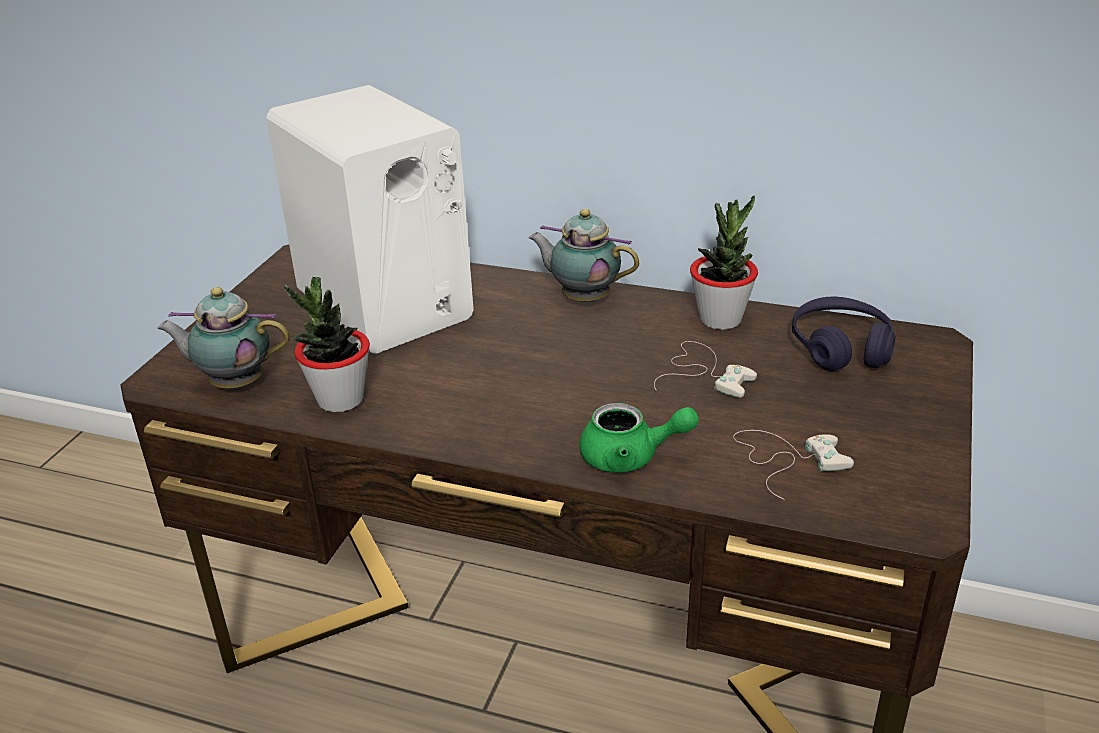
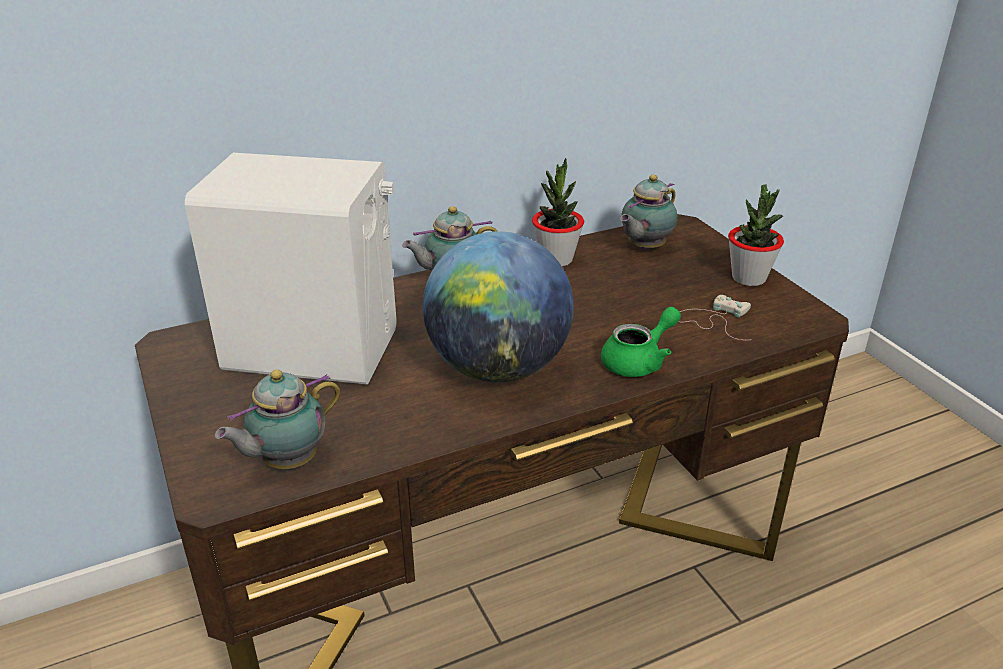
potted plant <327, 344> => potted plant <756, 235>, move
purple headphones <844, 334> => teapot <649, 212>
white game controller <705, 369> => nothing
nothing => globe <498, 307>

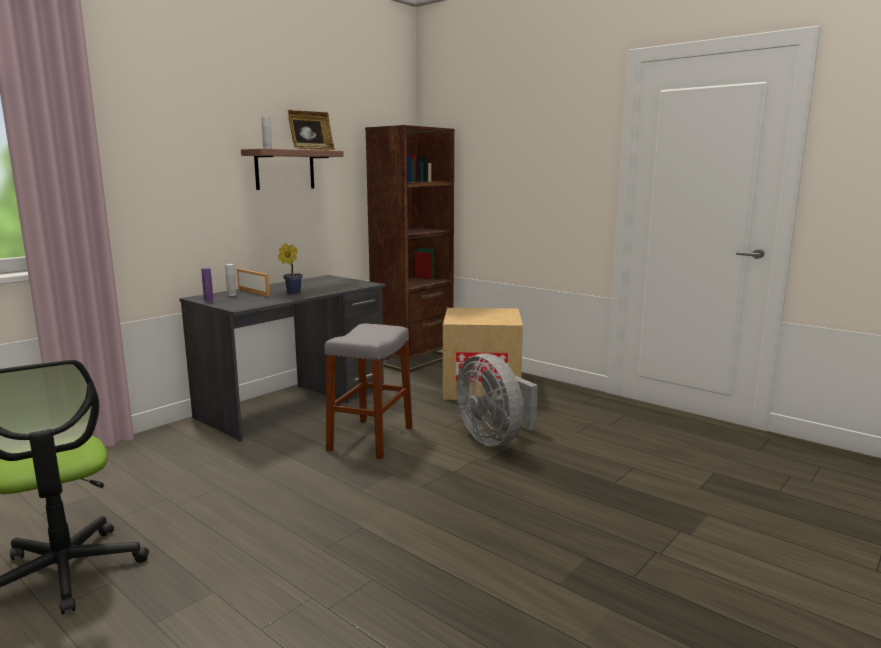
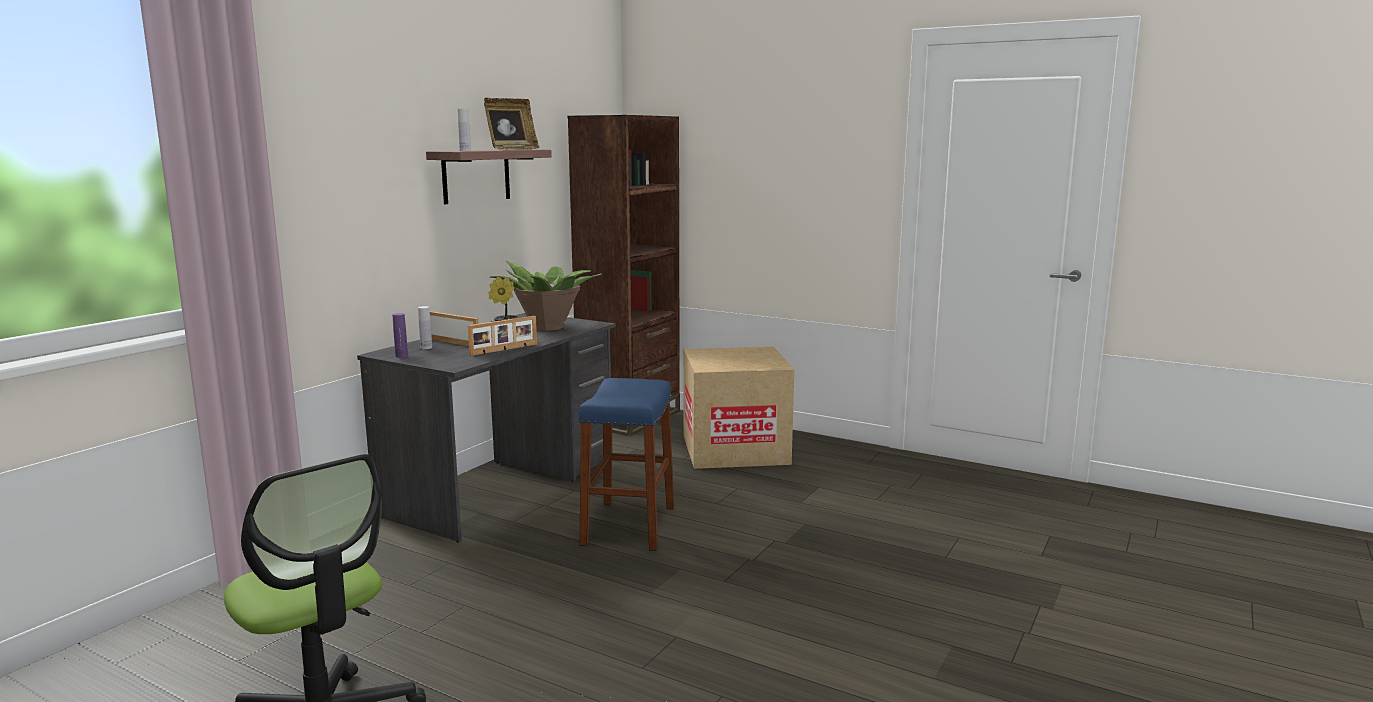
grey stool <369, 391> => blue stool <626, 464>
grey fan <497, 400> => nothing
nothing => potted plant <546, 296>
nothing => picture frame <502, 336>

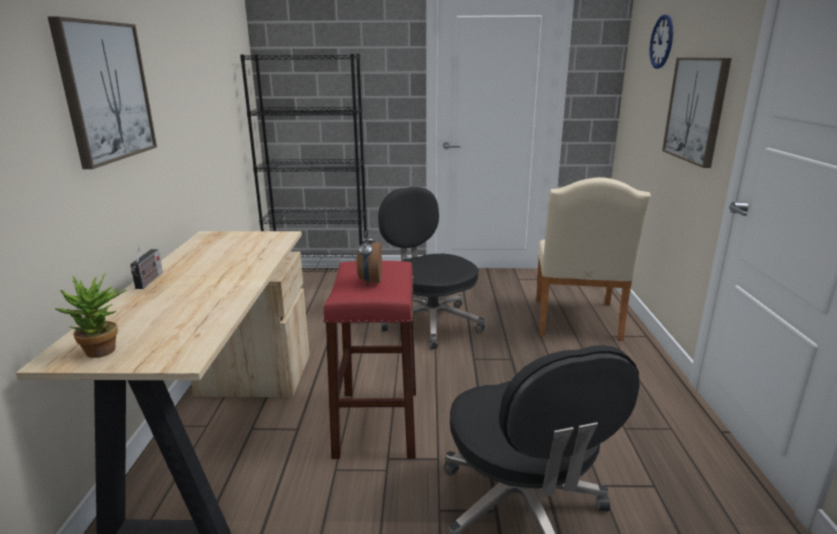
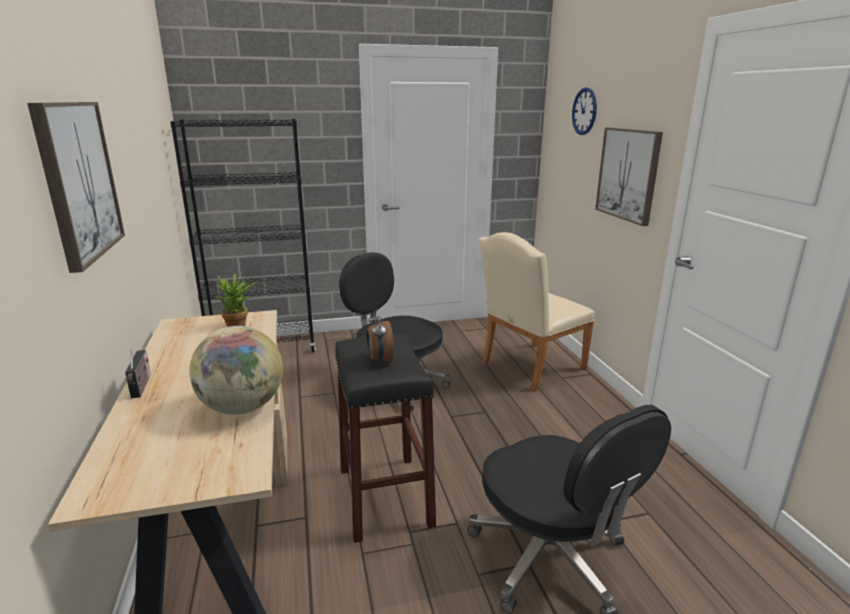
beige chair <593, 259> => beige chair <537, 312>, 60 degrees clockwise
red stool <369, 360> => black stool <385, 438>
potted plant <90, 315> => potted plant <235, 300>, move
nothing => globe <236, 370>

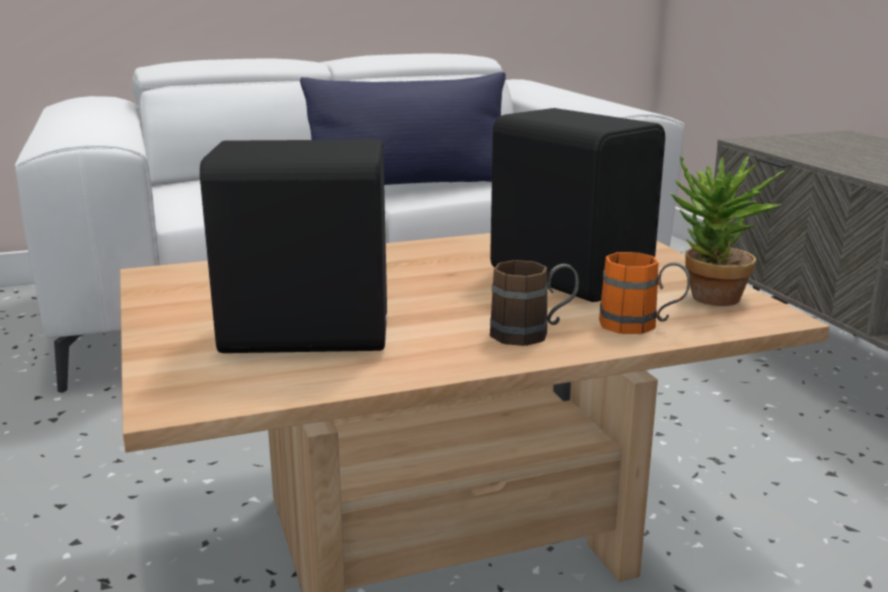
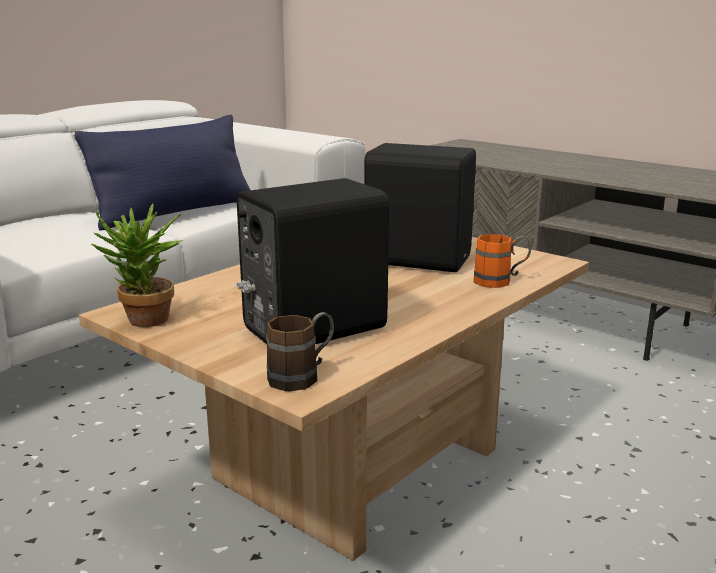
potted plant <727, 231> => potted plant <137, 265>, move
brown mug <534, 303> => brown mug <300, 352>, move

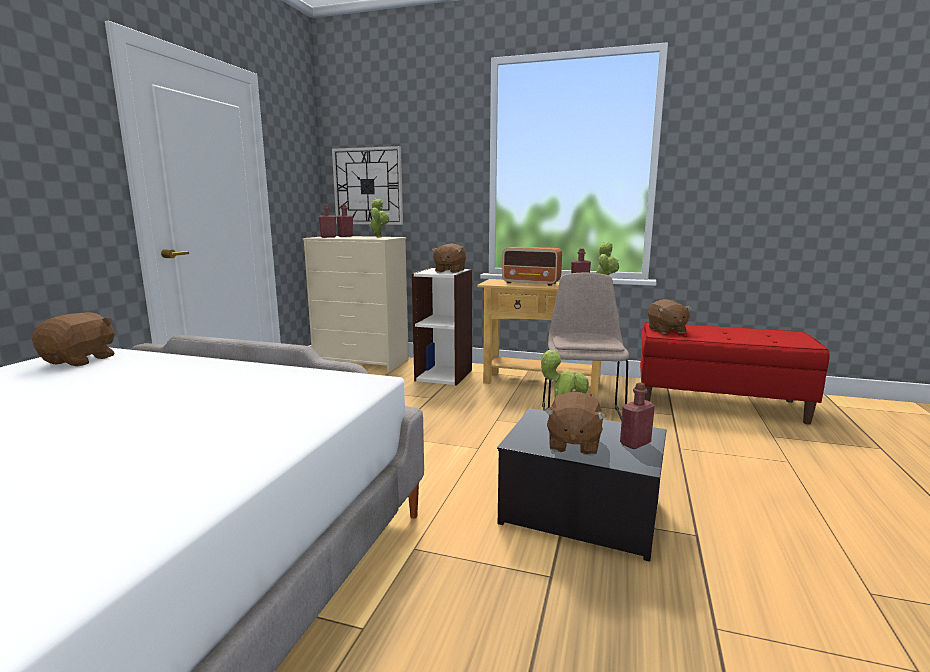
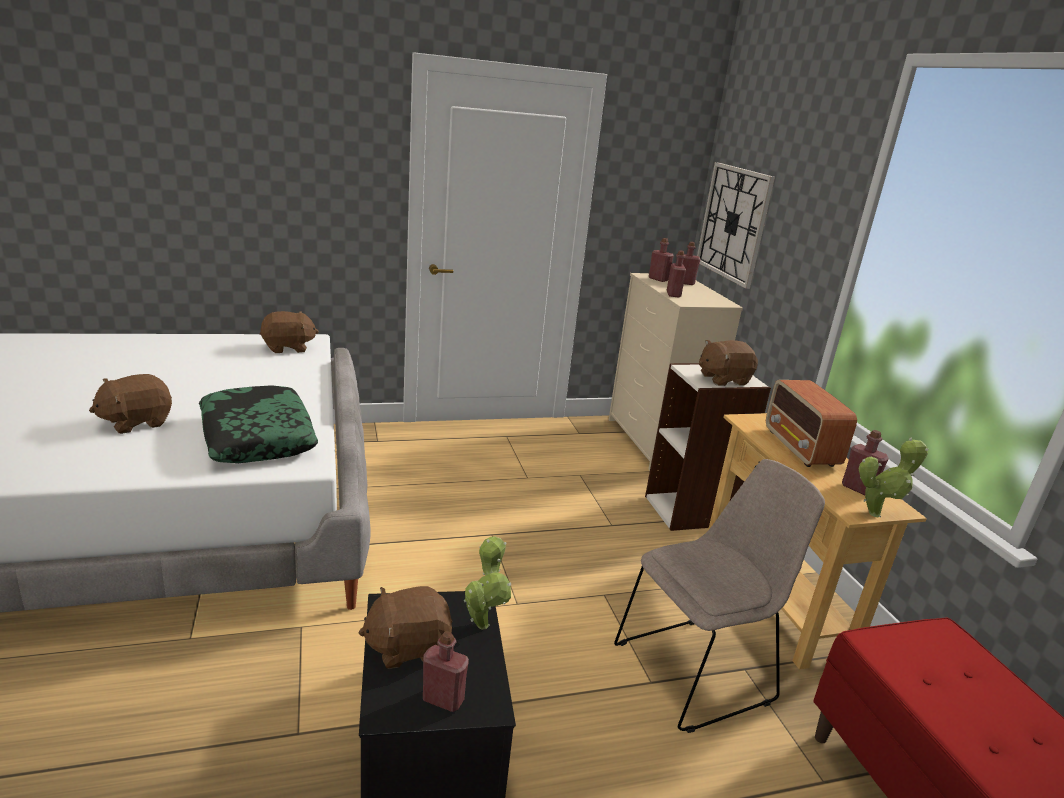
potted plant <379, 217> => nothing
brown plush toy <670, 316> => brown plush toy <130, 404>, move
nothing => red bottle <676, 274>
nothing => pillow <258, 424>

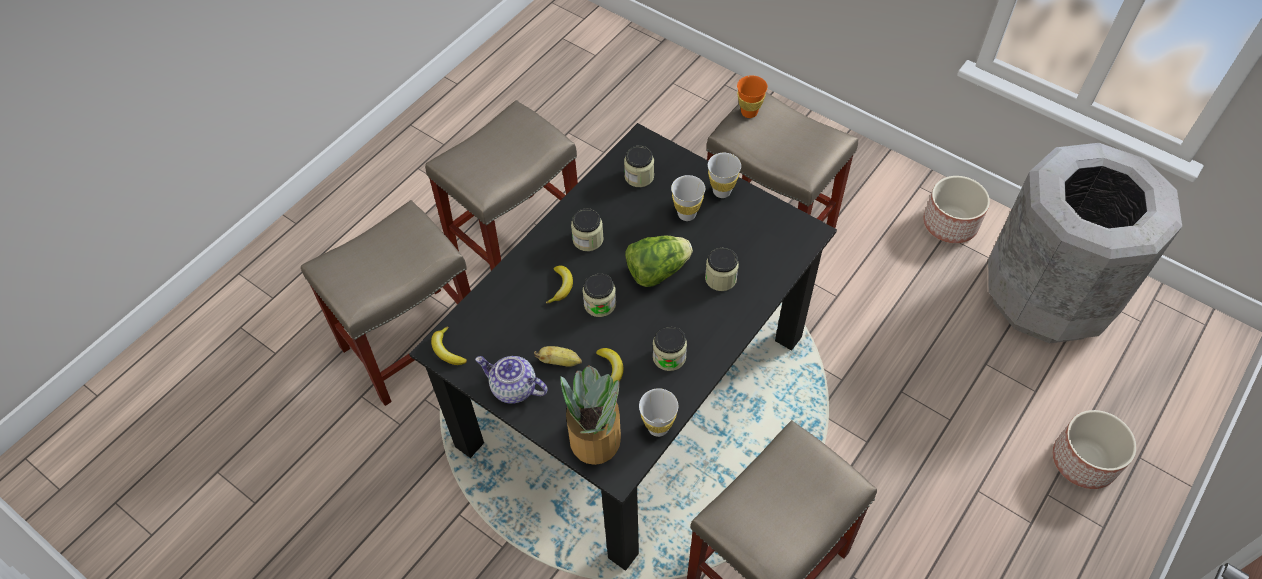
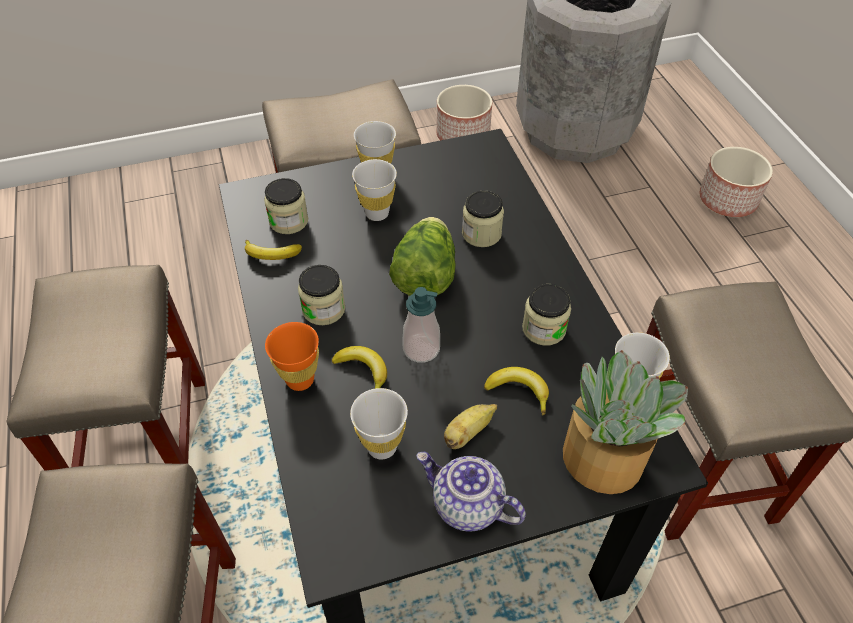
orange cup <752, 96> => orange cup <292, 356>, move
jar <599, 295> => soap dispenser <421, 325>
banana <449, 345> => banana <273, 250>, move
teapot <511, 380> => teapot <471, 492>, 60 degrees clockwise
nothing => white cup <379, 424>

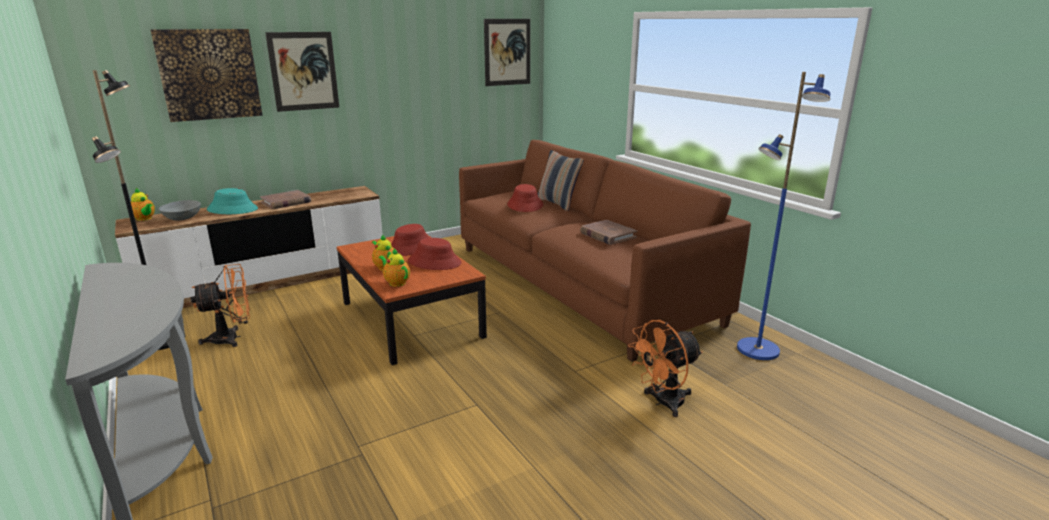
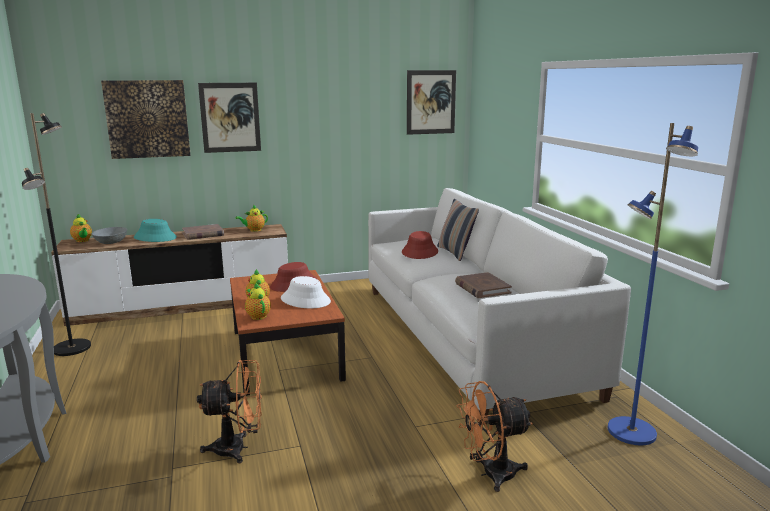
brown sofa <605, 251> => white sofa <499, 306>
red hat <435, 254> => white hat <306, 292>
orange fan <220, 305> => orange fan <229, 411>, move
nothing => teapot <251, 218>

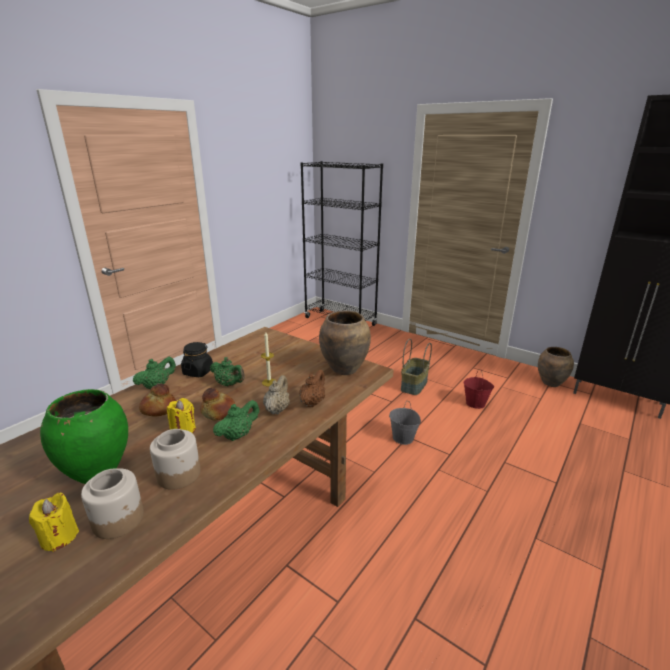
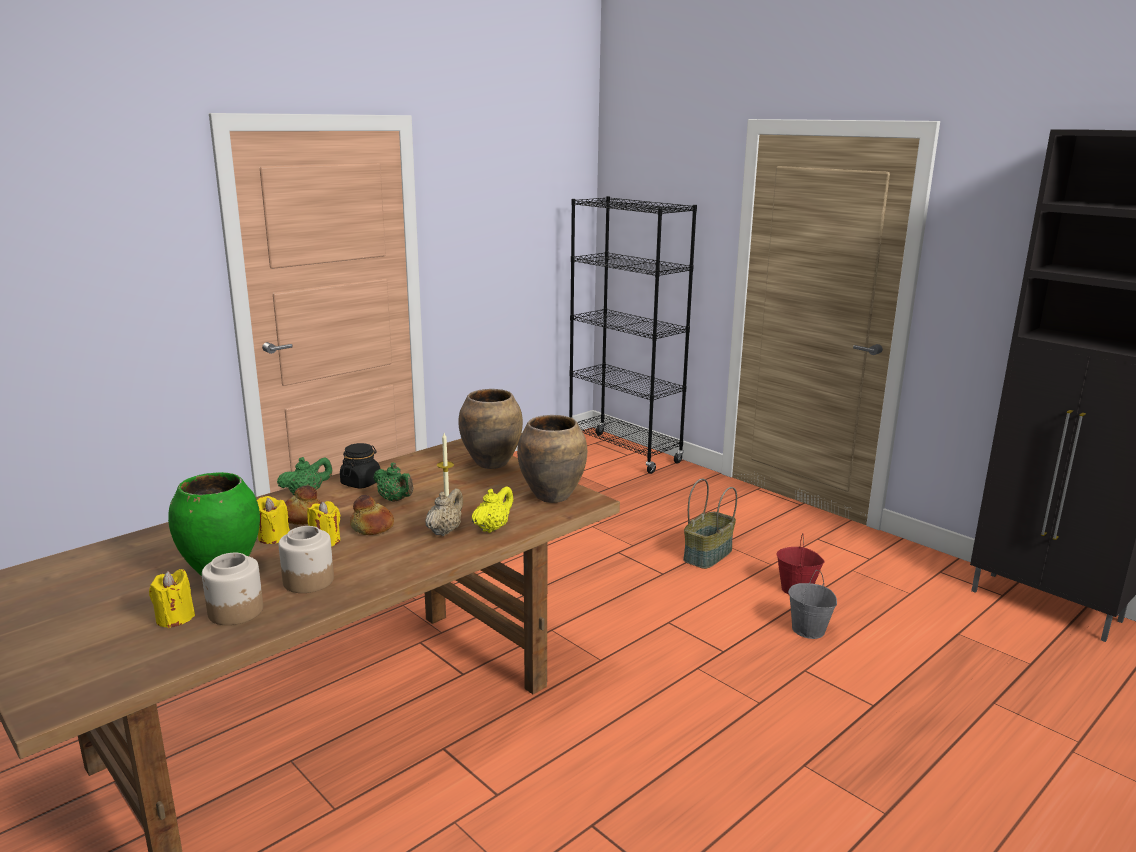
brown vase <556, 367> => brown vase <490, 429>, move
brown teapot <312, 388> => yellow teapot <492, 509>
green teapot <236, 420> => nothing
grey bucket <405, 423> => grey bucket <812, 604>, move
nothing => yellow candle <273, 520>

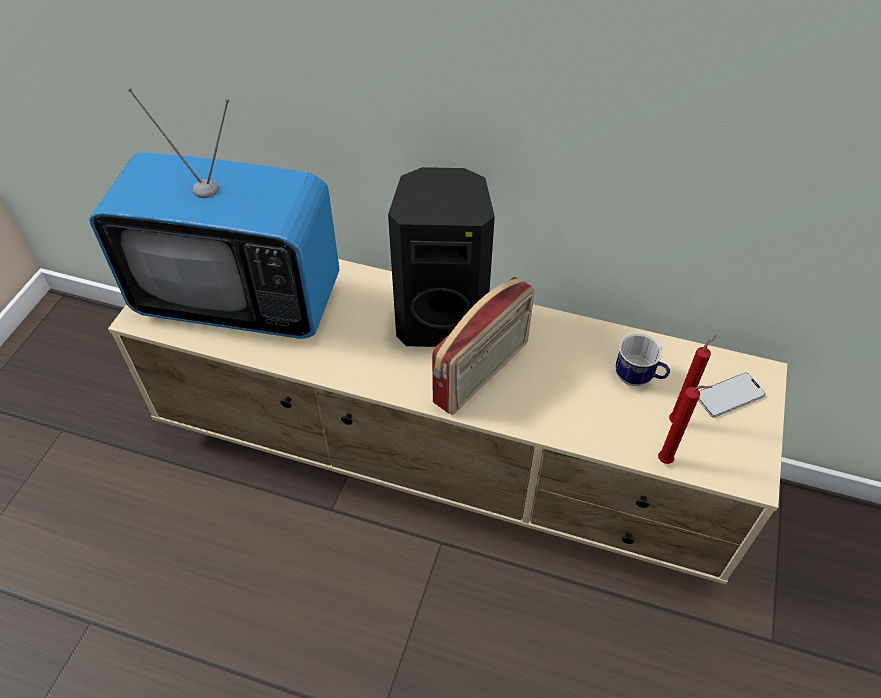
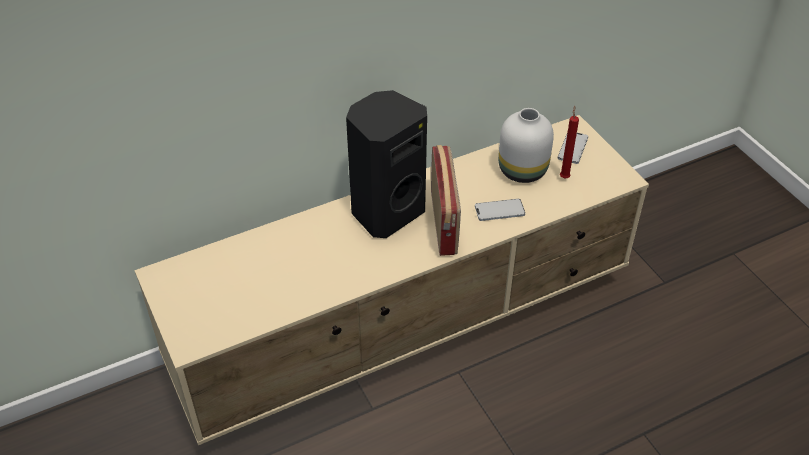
television <214, 213> => nothing
mug <642, 359> => white vase <526, 145>
red candle <685, 424> => nothing
nothing => phone <500, 210>

